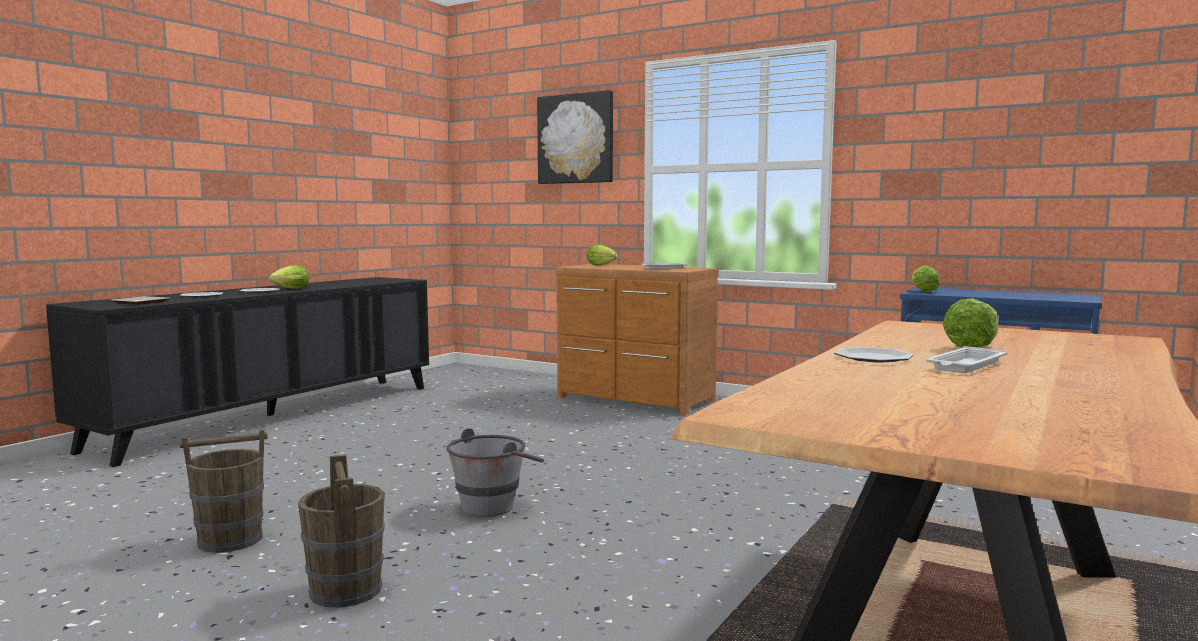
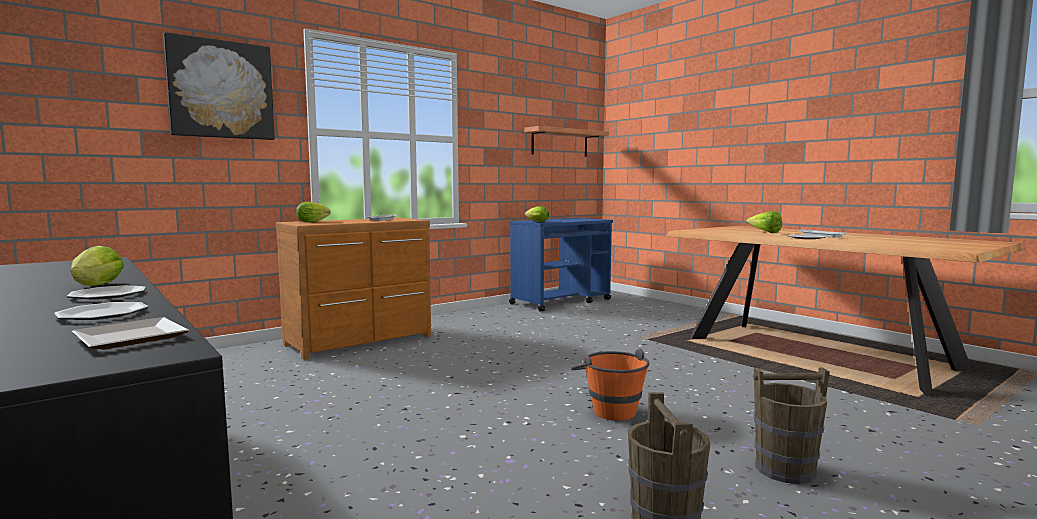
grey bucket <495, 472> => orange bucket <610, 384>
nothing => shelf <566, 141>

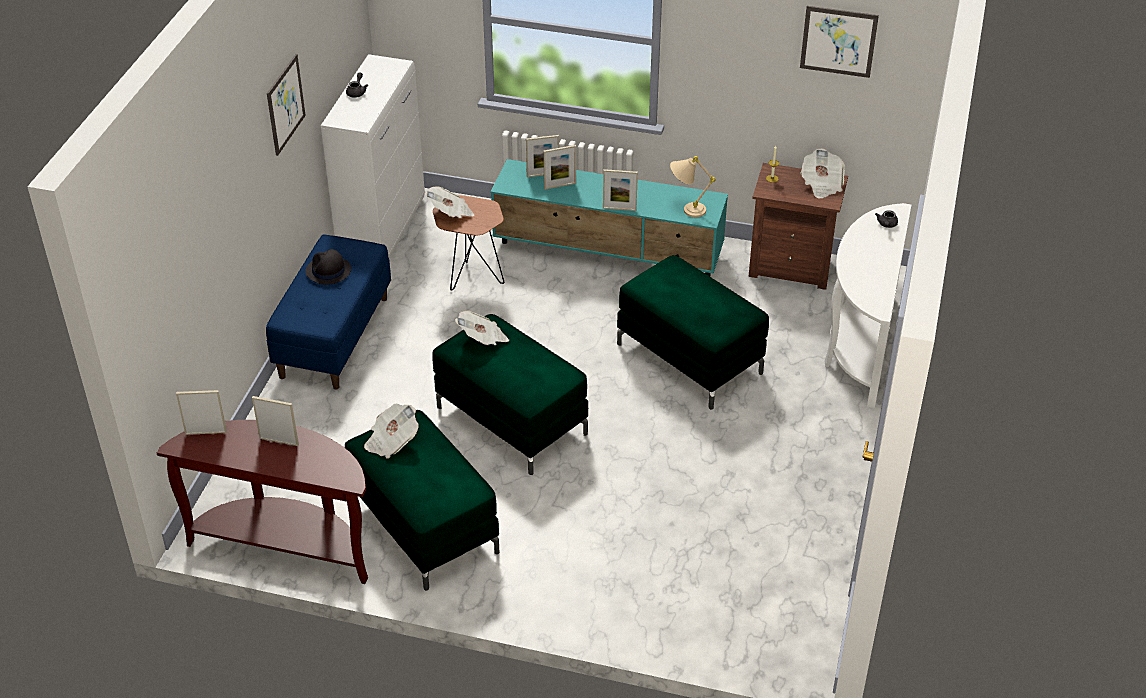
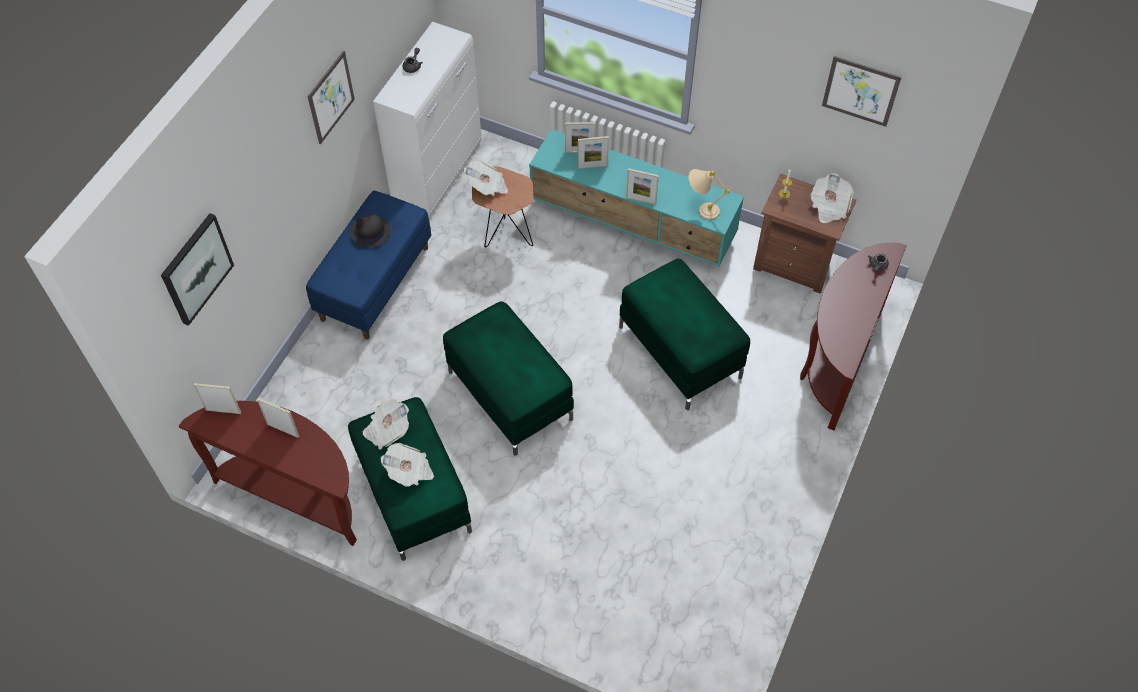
white console table <868, 305> => brown console table <853, 337>
newspaper <482, 328> => newspaper <407, 465>, move
nothing => picture <197, 269>

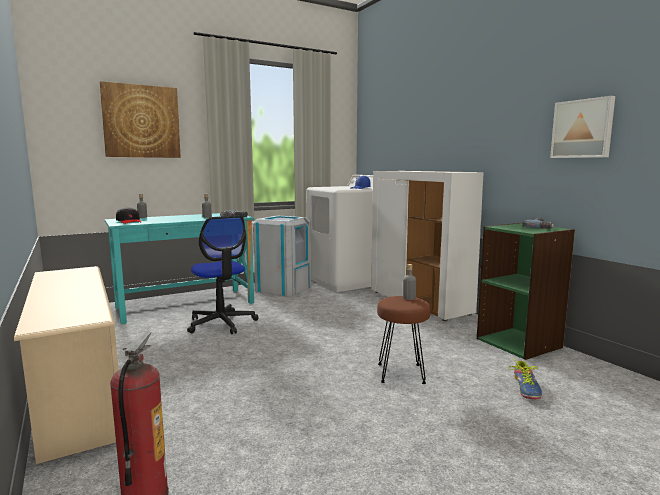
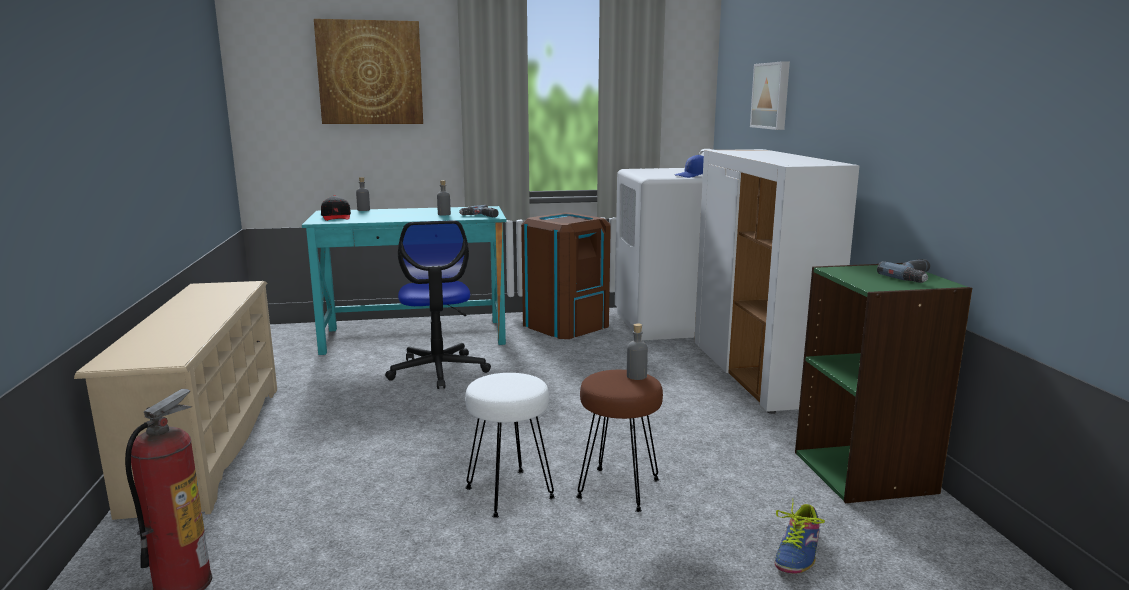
picture <582, 127> => picture <770, 95>, move
grey trash can <282, 256> => brown trash can <566, 275>
nothing => white stool <510, 445>

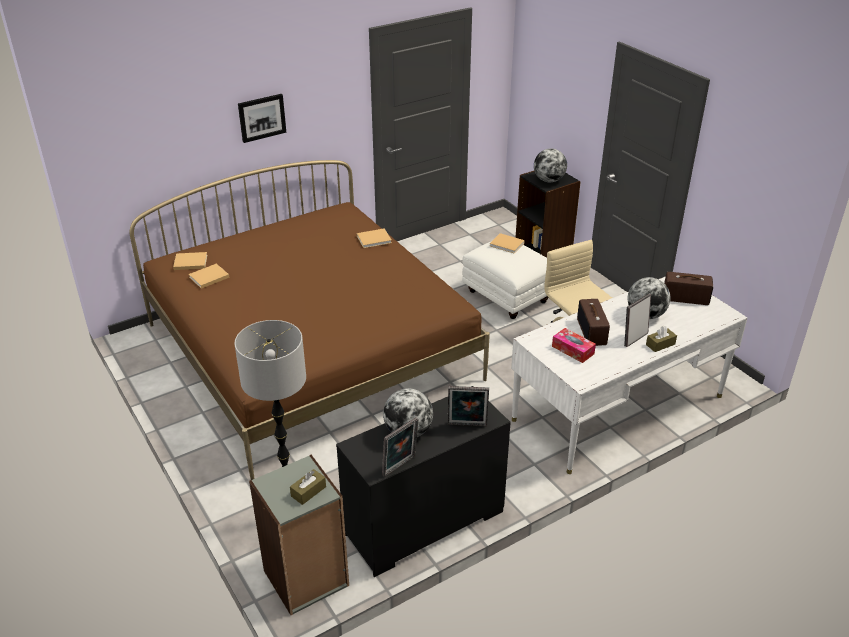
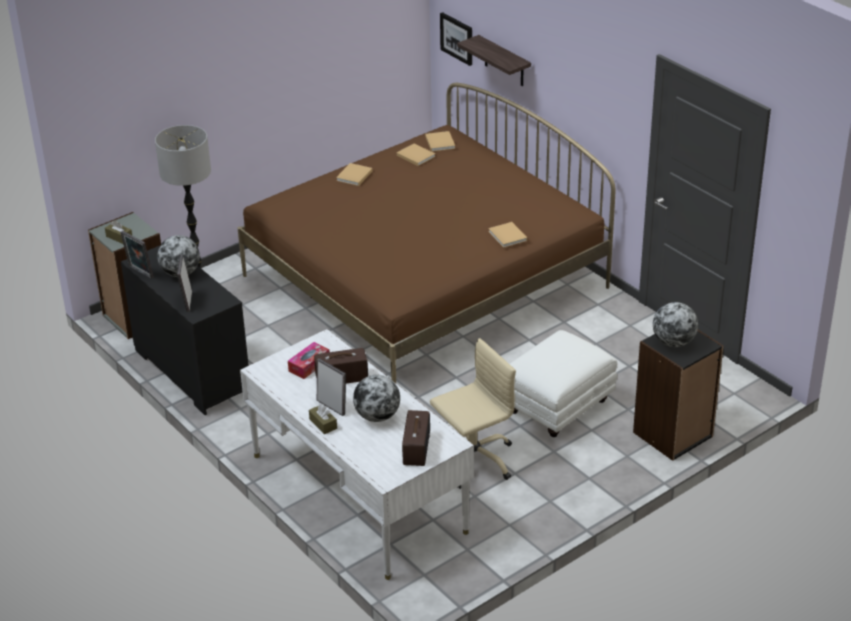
picture <262, 118> => picture <456, 39>, move
beige book <507, 243> => beige book <354, 174>, move
nothing => shelf <494, 60>

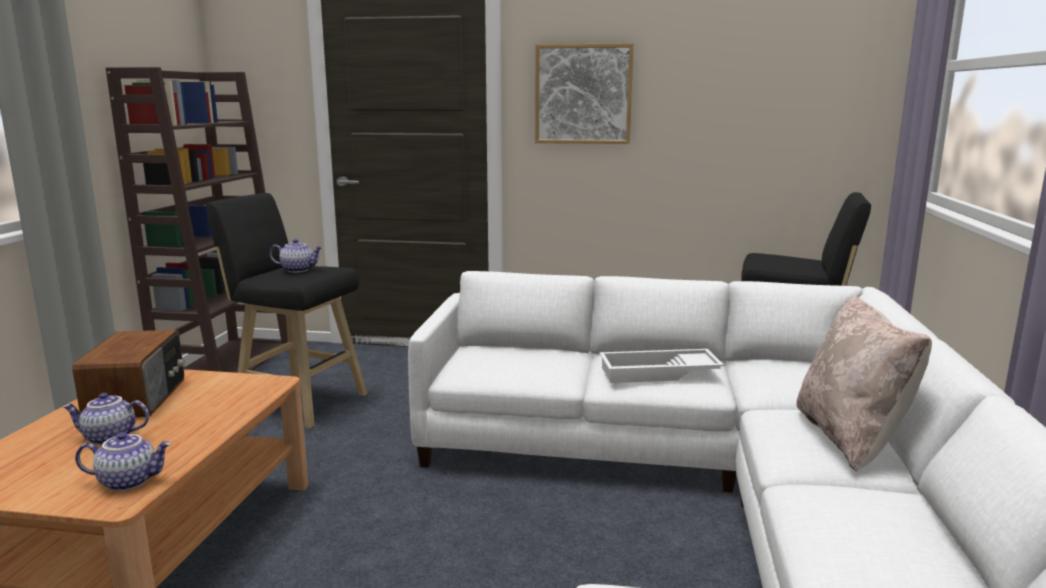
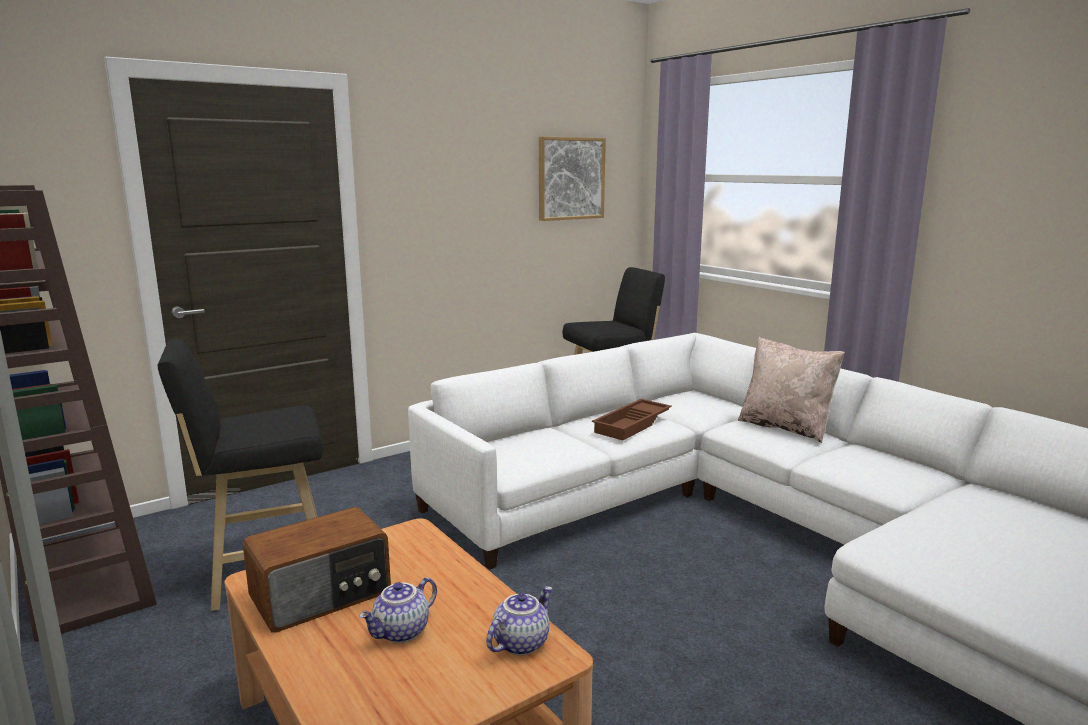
picture <584, 93> => picture <572, 179>, move
teapot <296, 256> => nothing
radio <128, 373> => radio <317, 570>, 105 degrees clockwise
white tray <661, 366> => brown tray <632, 419>

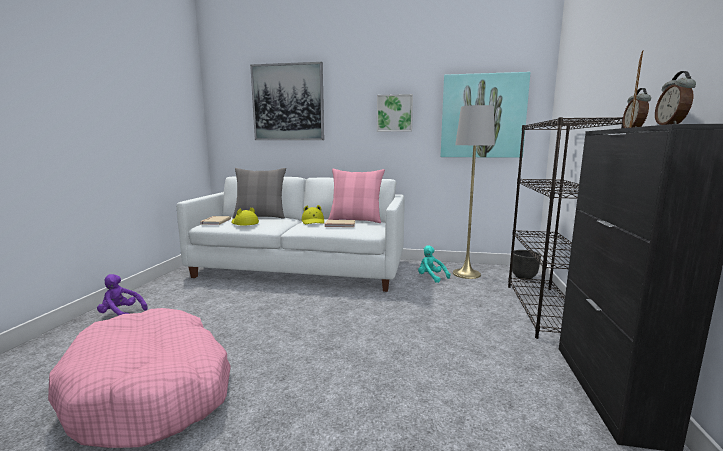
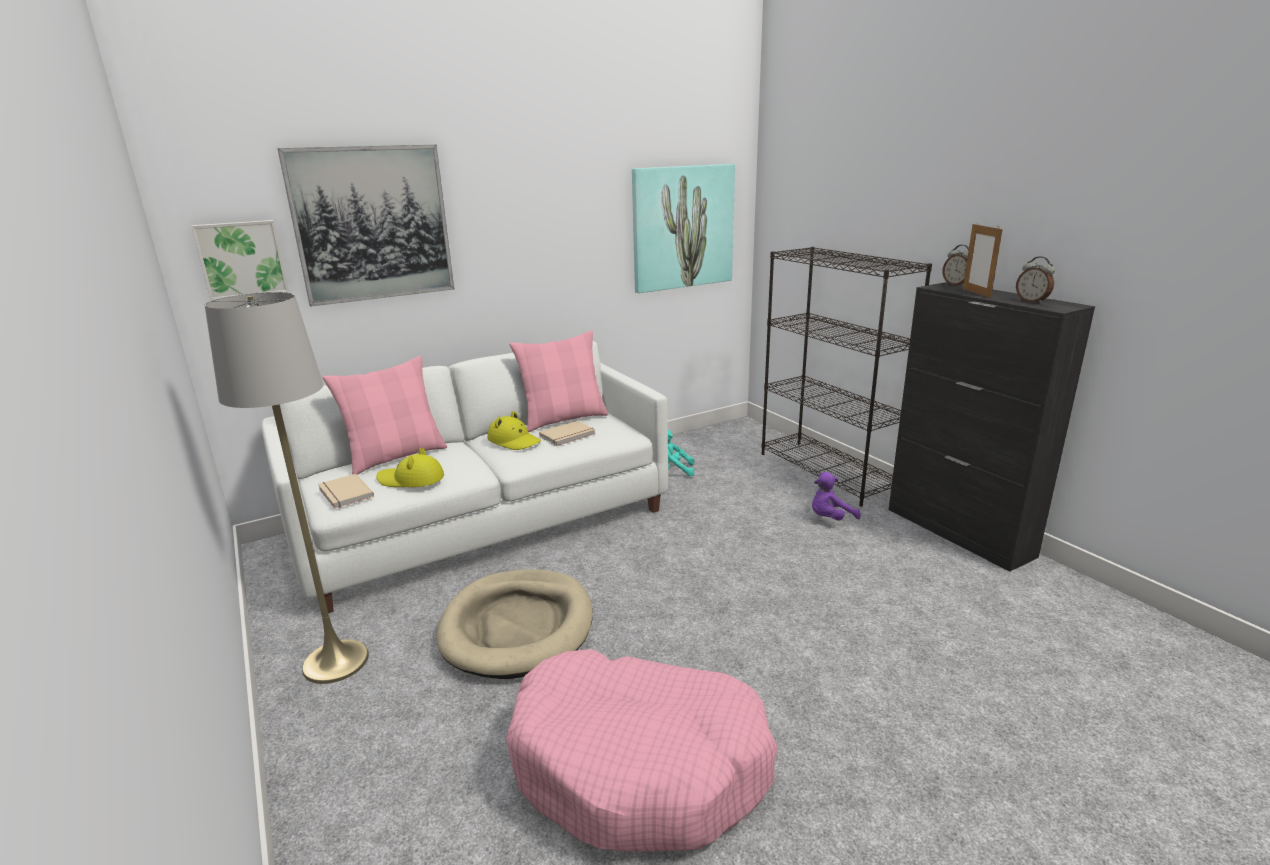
picture <395, 113> => picture <240, 260>, move
grey floor lamp <474, 192> => grey floor lamp <287, 488>, move
grey pillow <259, 193> => pink pillow <384, 415>
black planter <526, 265> => nothing
purple plush toy <122, 295> => purple plush toy <836, 496>, move
nothing => beige dog bed <515, 624>

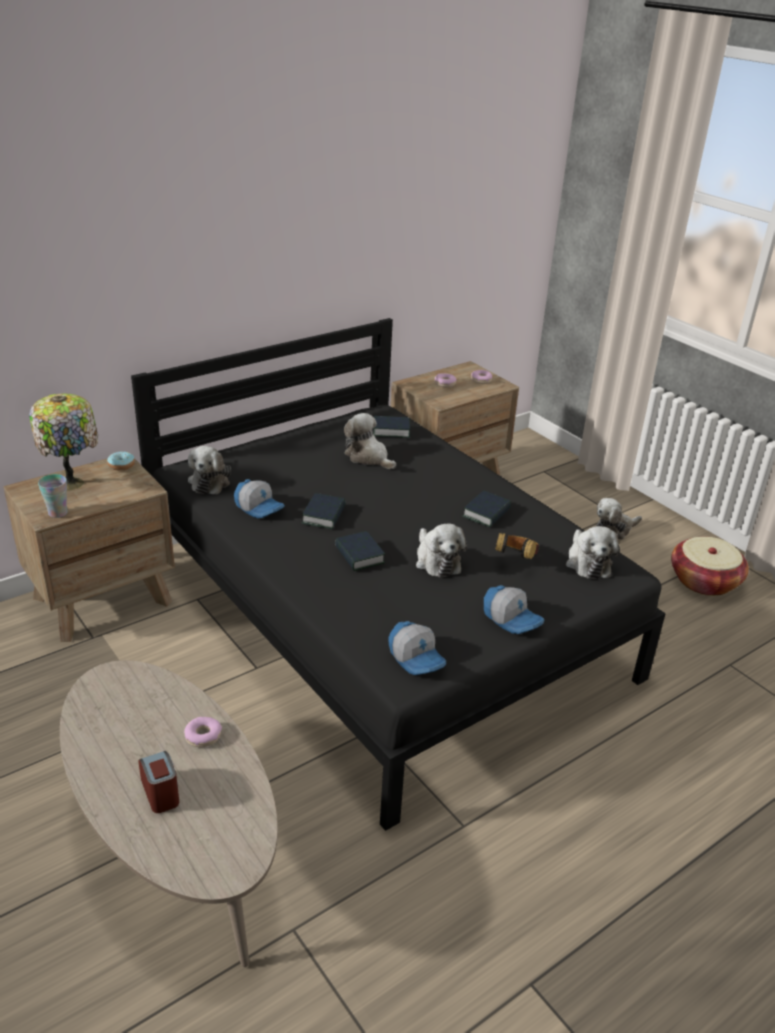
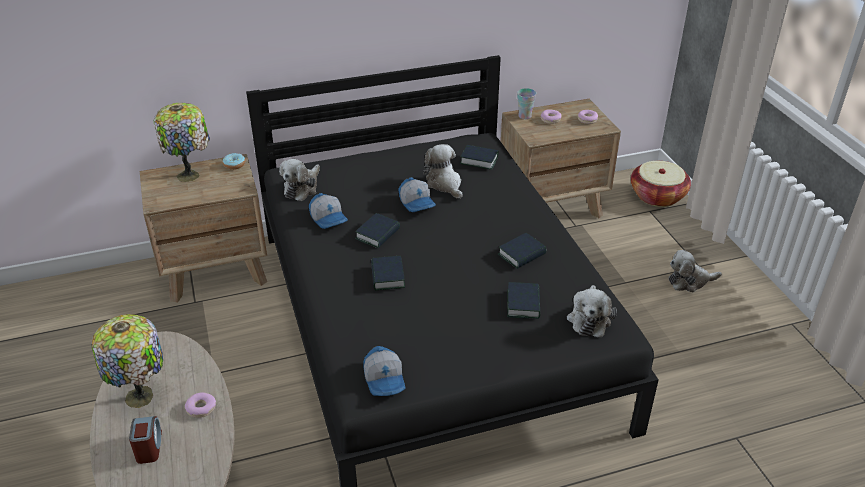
cup <53, 496> => cup <526, 103>, move
plush toy <441, 551> => nothing
headphones <517, 546> => book <523, 300>
basket <710, 566> => basket <661, 184>, move
cap <514, 609> => cap <417, 194>, move
nothing => table lamp <127, 361>

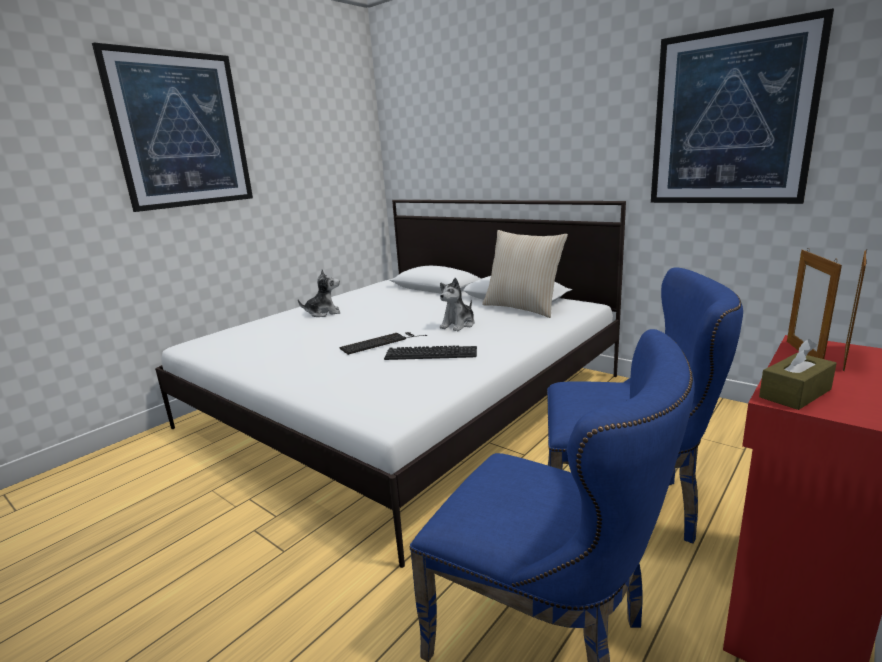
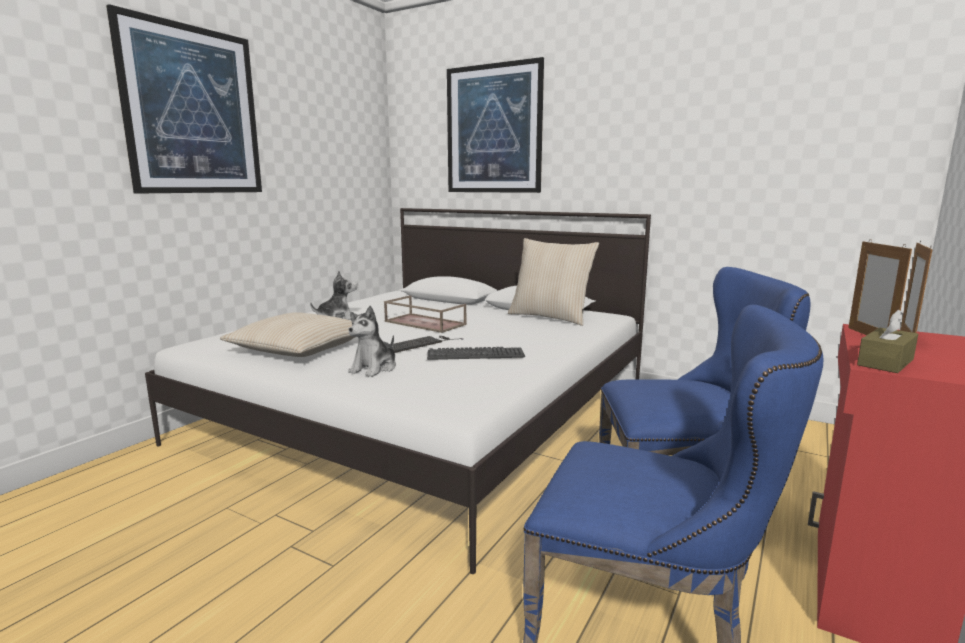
picture <742, 106> => picture <495, 125>, move
plush toy <457, 304> => plush toy <372, 341>, move
nothing => brown tray <425, 314>
nothing => beige pillow <288, 334>

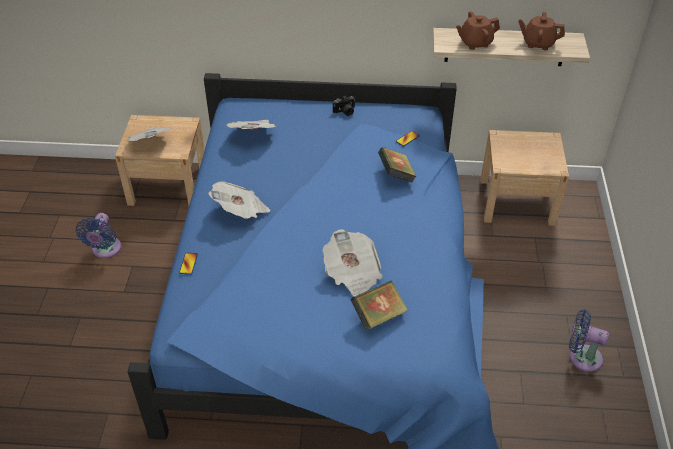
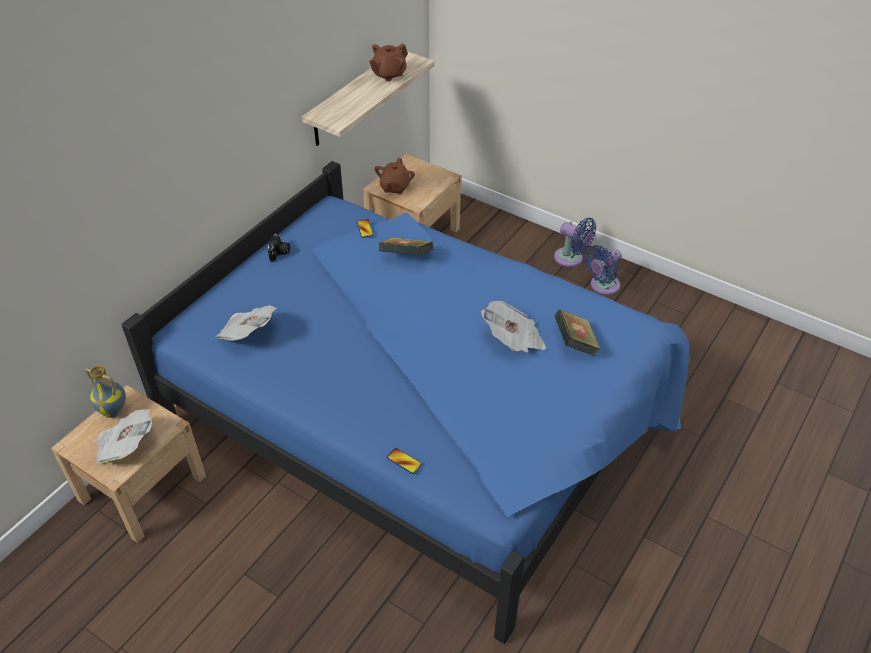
brown teapot <478, 30> => brown teapot <394, 176>, move
newspaper <239, 200> => nothing
blue fan <98, 235> => blue fan <575, 242>, move
nothing => vase <105, 392>

